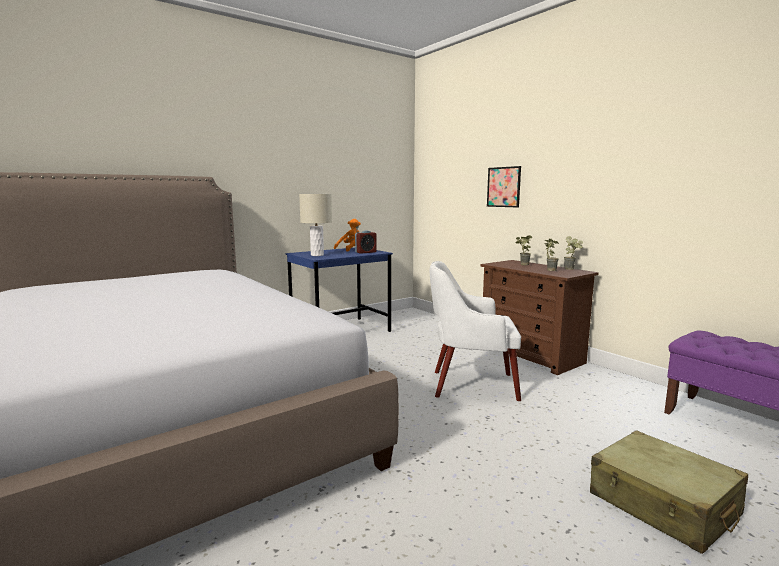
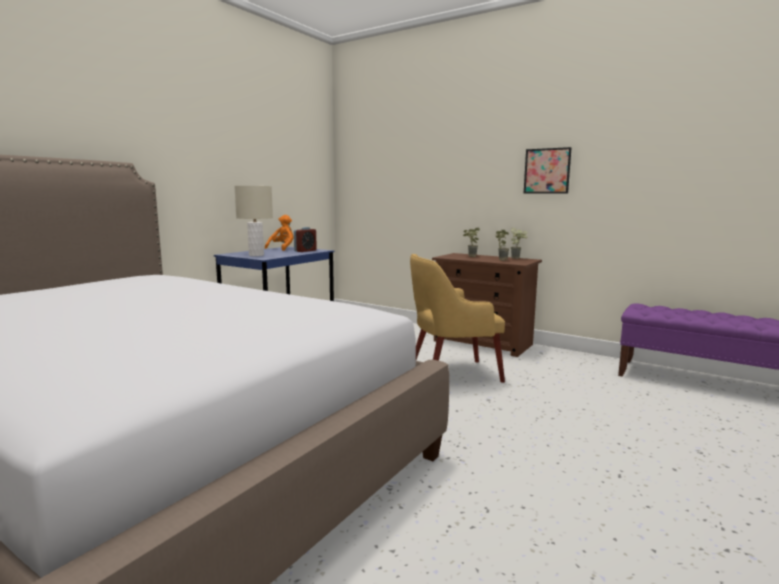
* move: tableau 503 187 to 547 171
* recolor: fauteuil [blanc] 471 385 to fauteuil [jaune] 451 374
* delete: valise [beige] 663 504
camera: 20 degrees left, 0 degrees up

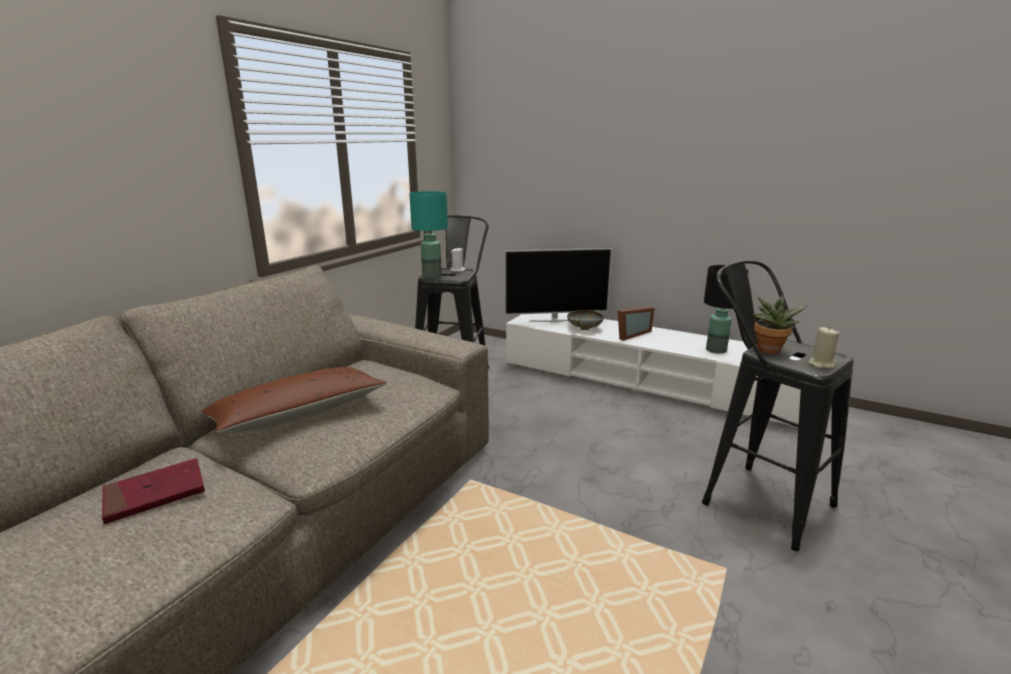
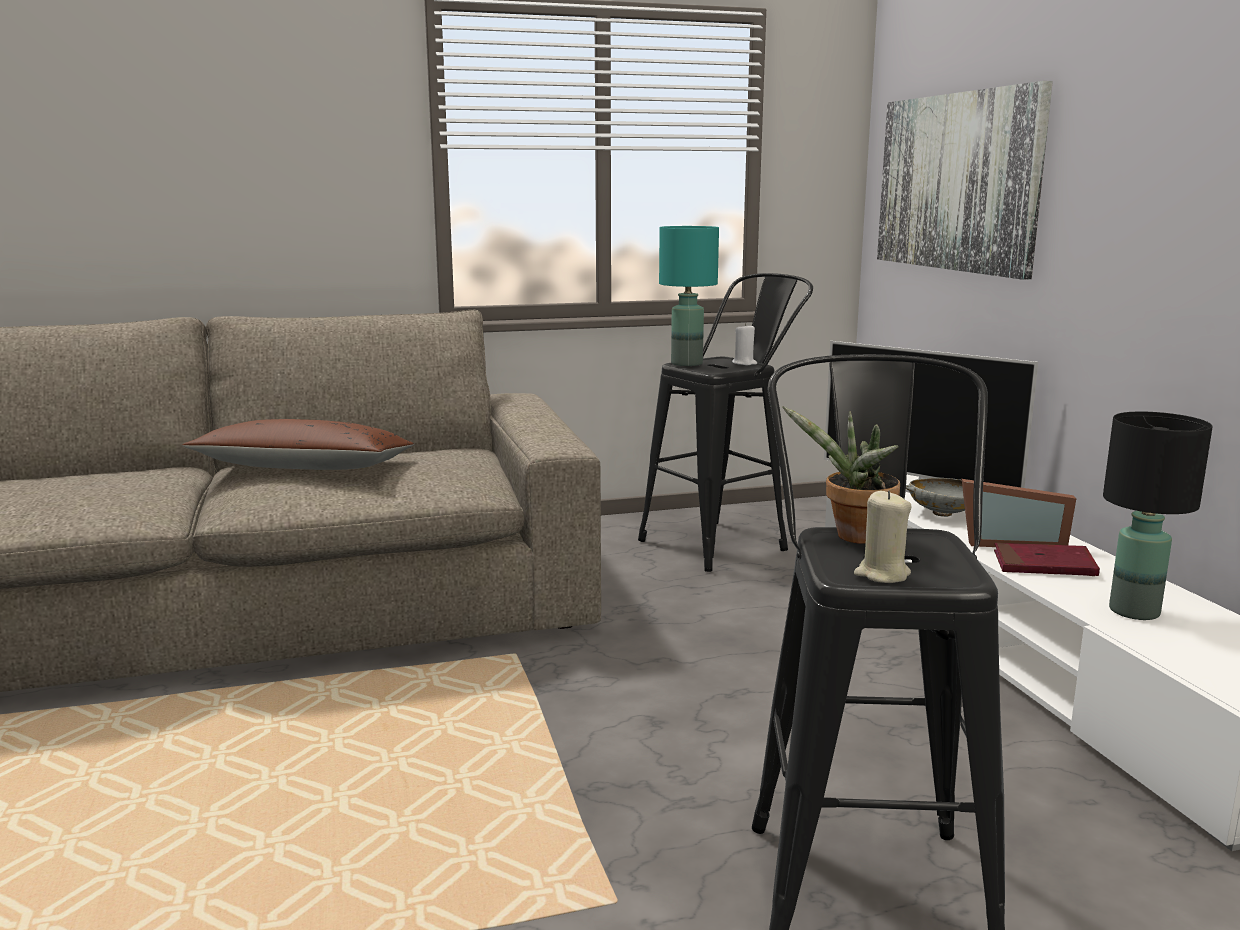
* move: livre [rouge] 155 494 to 1044 565
* insert: tableau 957 182
camera: 45 degrees right, 5 degrees down

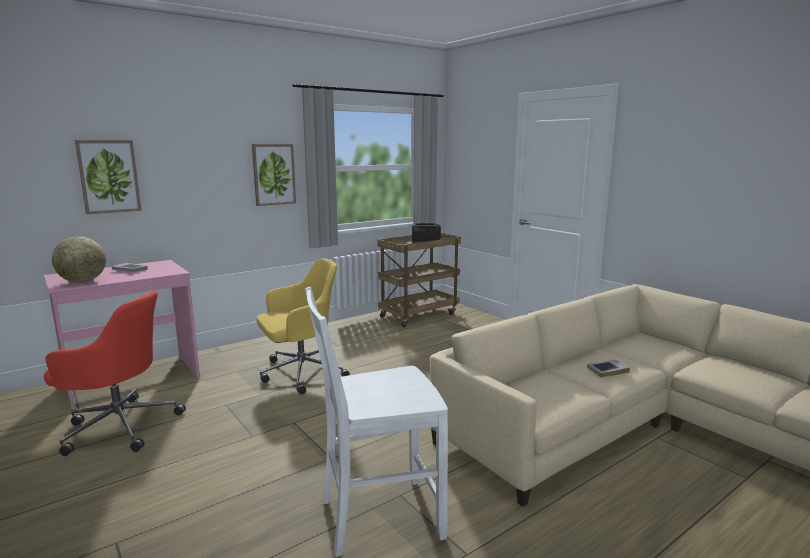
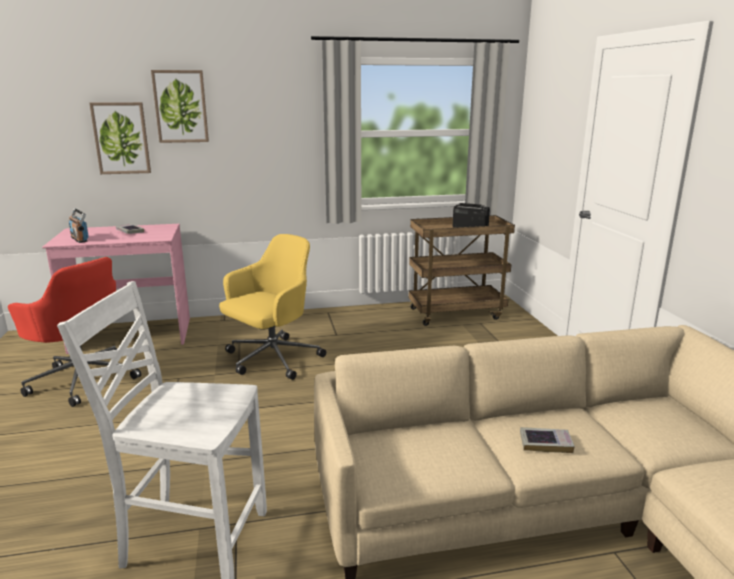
* move: tableau 274 174 to 180 106
* replace: globe 83 281 to radio 79 239
* rotate: chaise de bureau [jaune] 300 373 = 272 359 45 degrees counterclockwise
camera: 25 degrees right, 5 degrees up

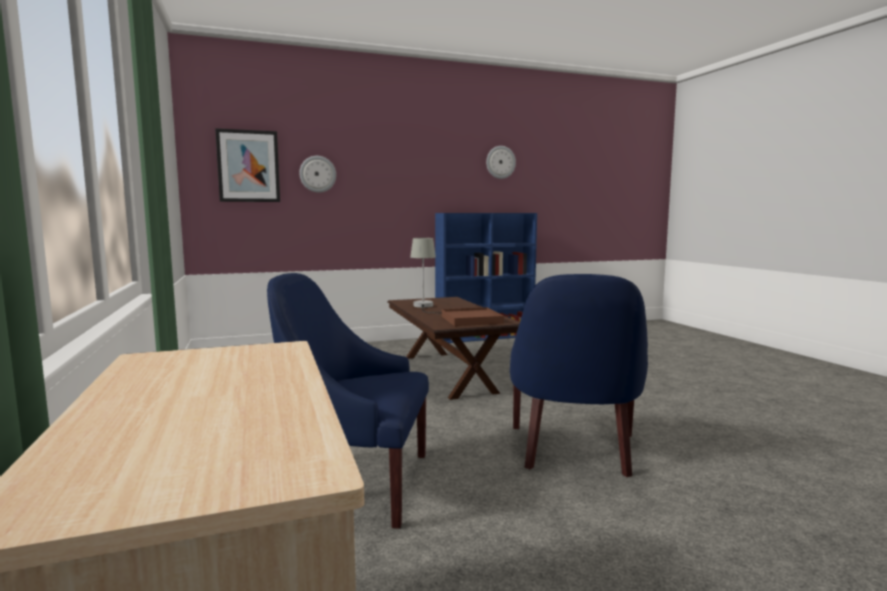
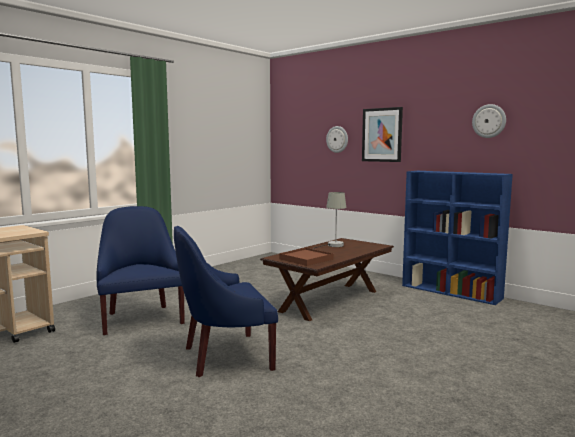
* move: tableau 248 166 to 382 135
camera: 60 degrees right, 0 degrees up

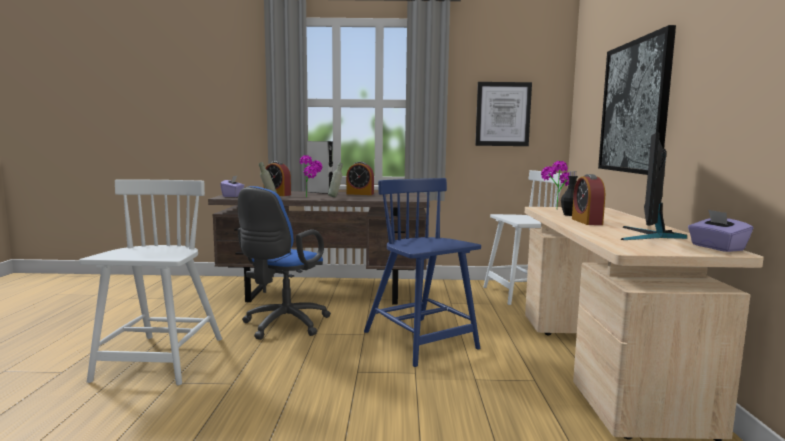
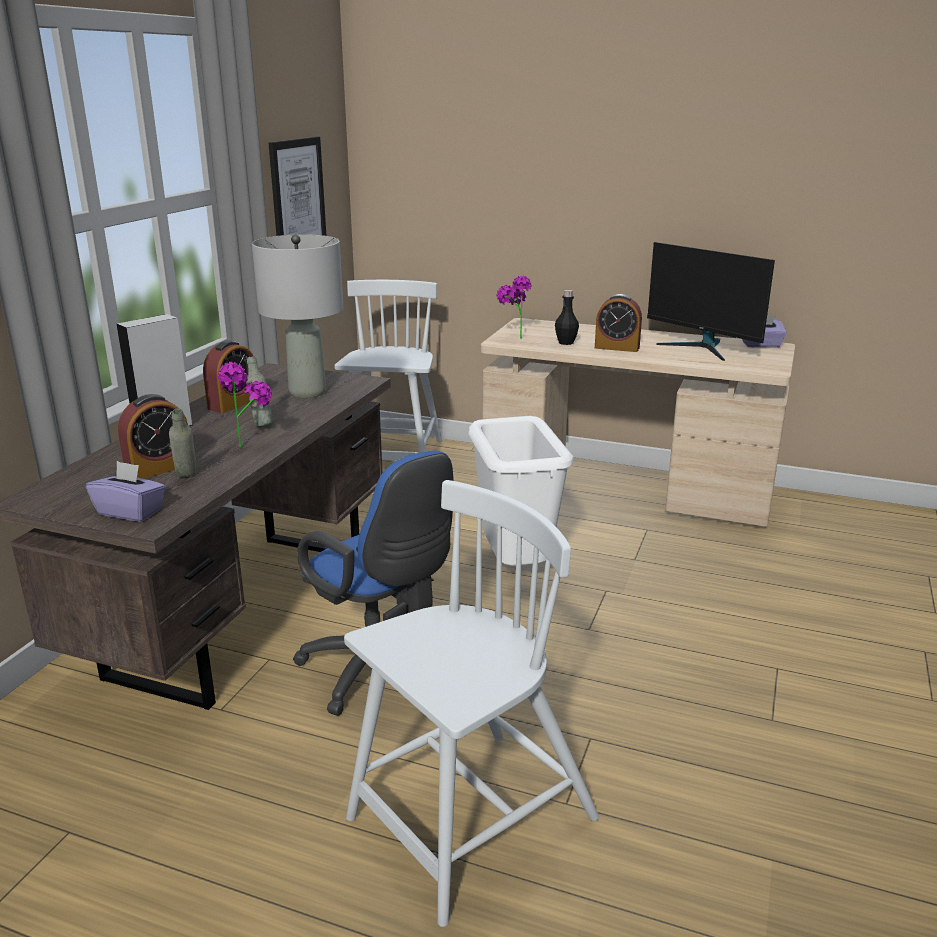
* delete: tableau 634 107
* replace: chaise [bleu] 421 341 to poubelle [blanc] 515 567
* rotate: chaise [blanc] 160 360 = 469 822 120 degrees clockwise
* insert: lampe de table [gris] 307 392
camera: 70 degrees left, 15 degrees up

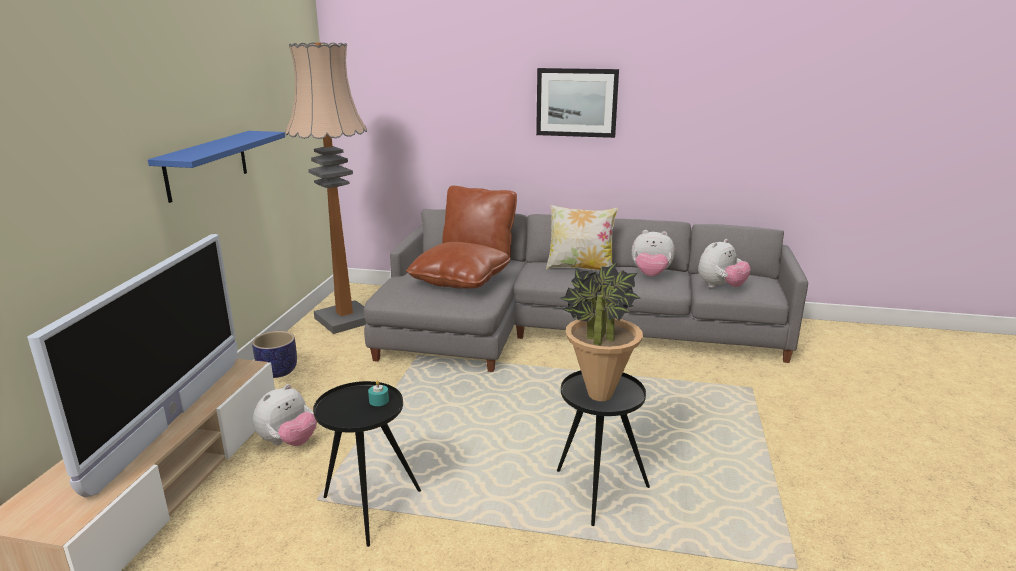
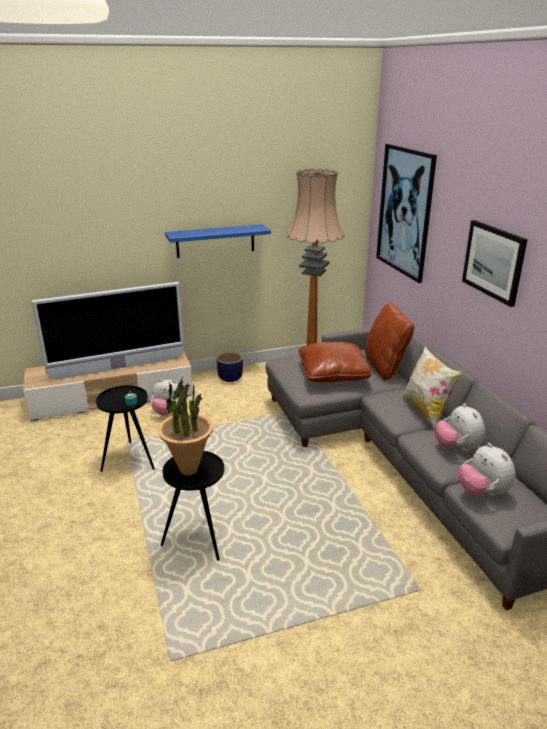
* rotate: peluche 720 287 = 482 492 45 degrees clockwise
* insert: tableau 404 211
camera: 60 degrees right, 5 degrees up

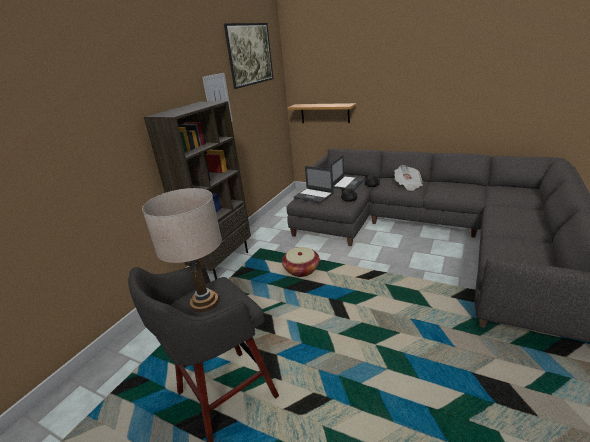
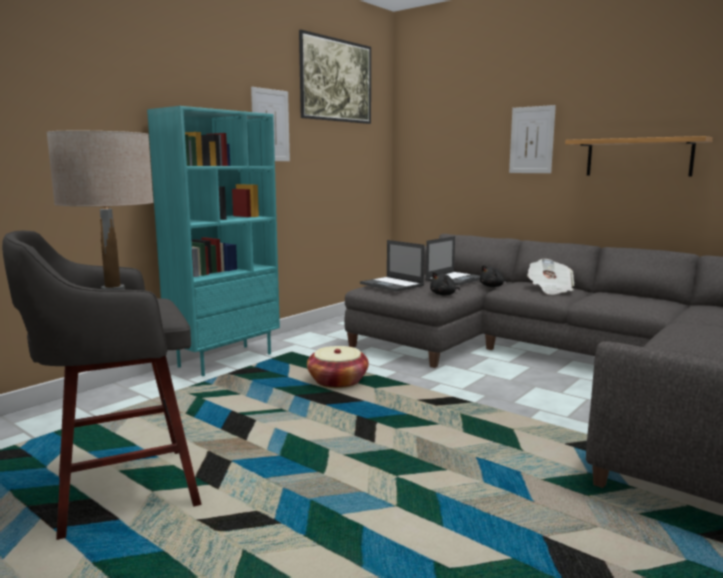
* recolor: bibliothèque [marron] 222 263 to bibliothèque [turquoise] 225 359
* move: étagère 324 113 to 638 157
* insert: tableau 531 140
camera: 10 degrees right, 15 degrees down

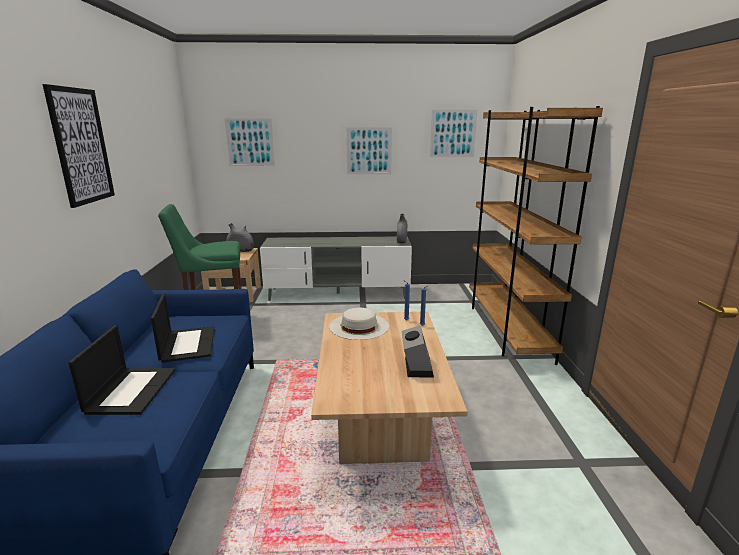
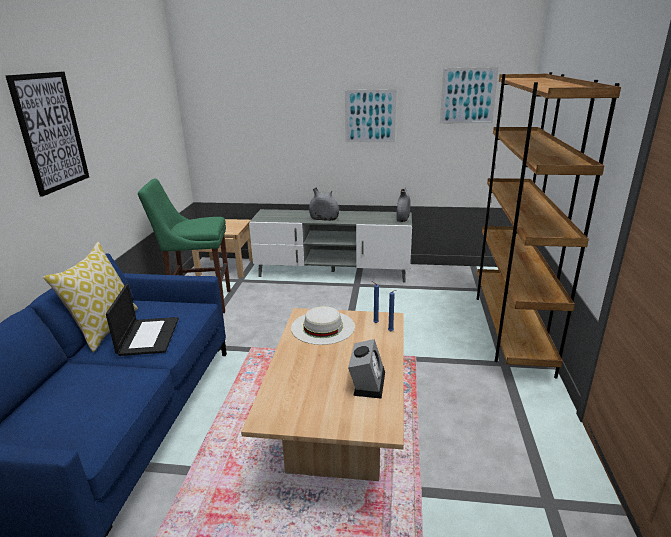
* delete: tableau 250 142
* move: vase [gris] 240 251 to 324 219
* delete: ordinateur portable 131 390
* insert: coussin 105 328
camera: 10 degrees right, 5 degrees up

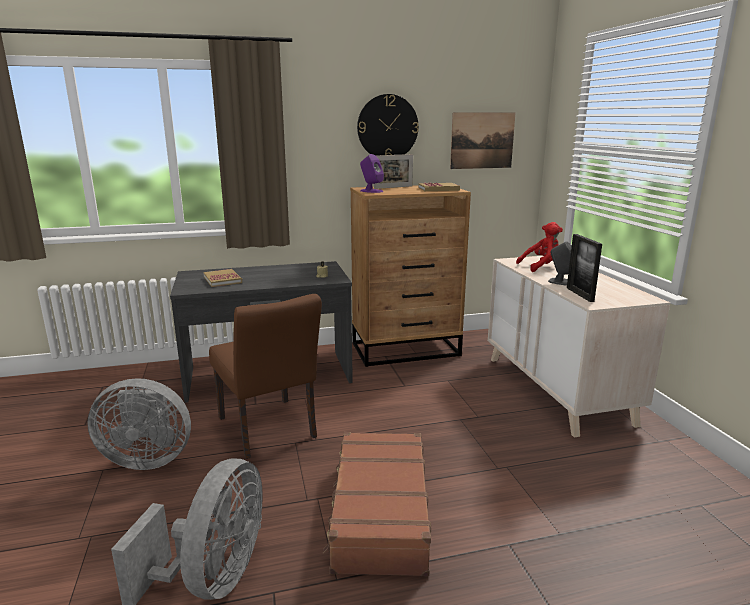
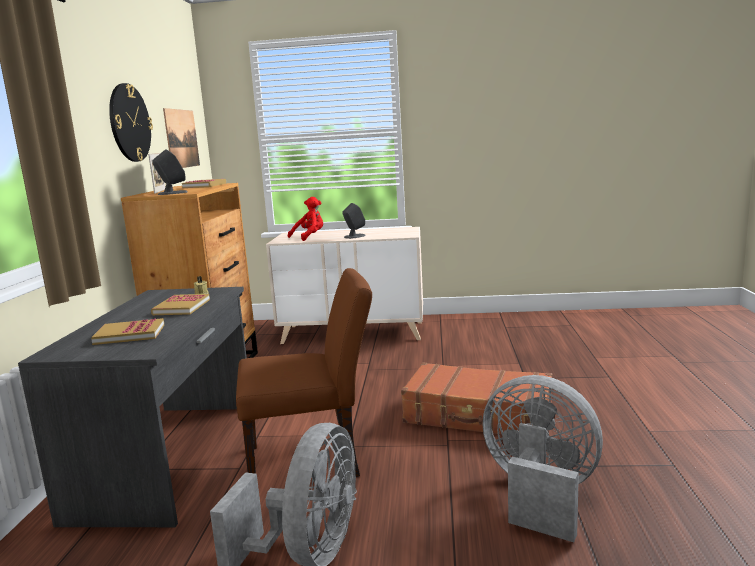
* recolor: enceinte [violet] 371 191 to enceinte [gris] 172 193
* rotate: peluche [rouge] 541 266 = 309 237 45 degrees clockwise
* delete: cadre photo 579 294
* insert: livre 181 307
camera: 70 degrees left, 5 degrees down

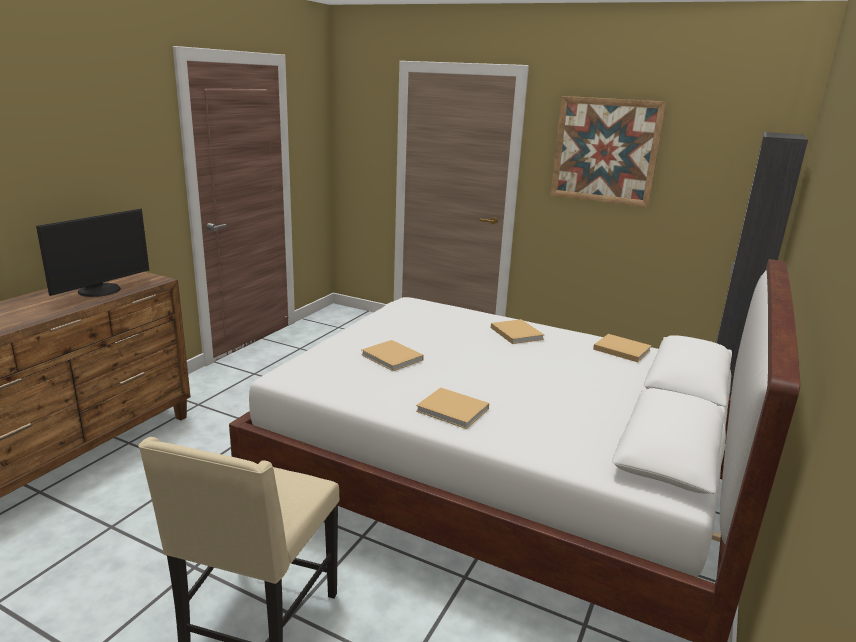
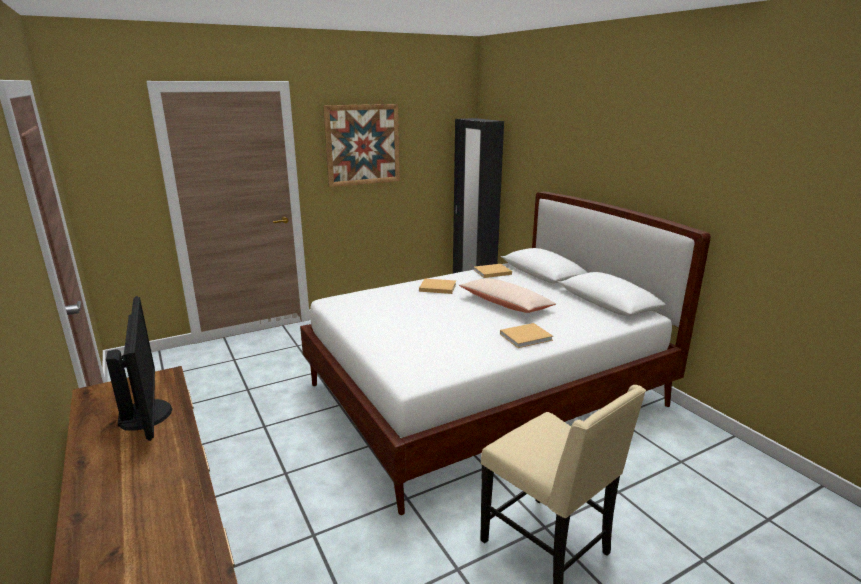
* delete: livre [beige] 393 358
* insert: coussin [beige] 505 304
camera: 55 degrees left, 0 degrees up

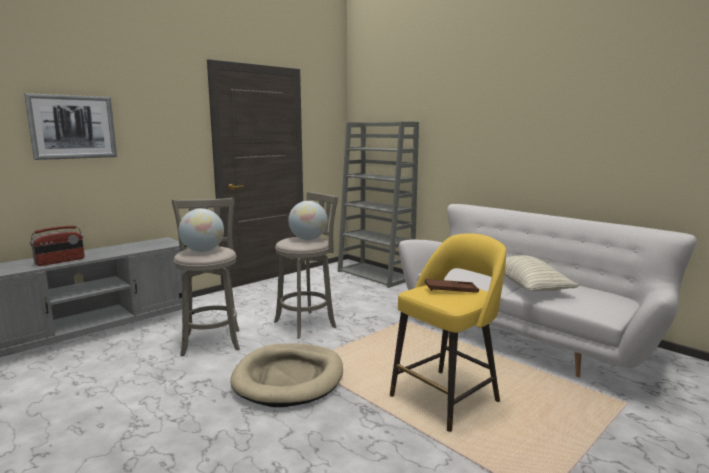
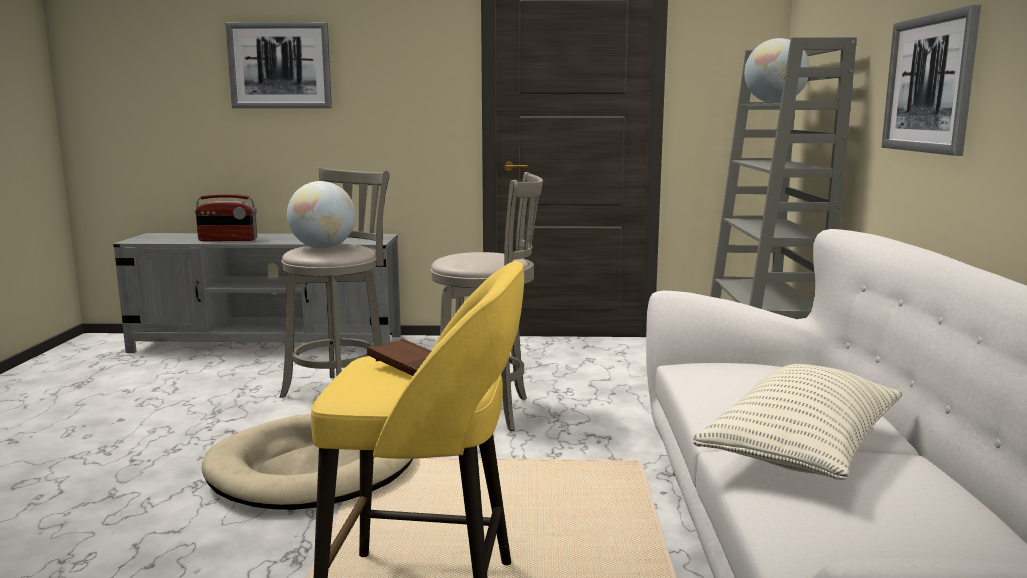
* move: globe 308 239 to 774 103
* insert: tableau 929 84
camera: 45 degrees right, 0 degrees up

